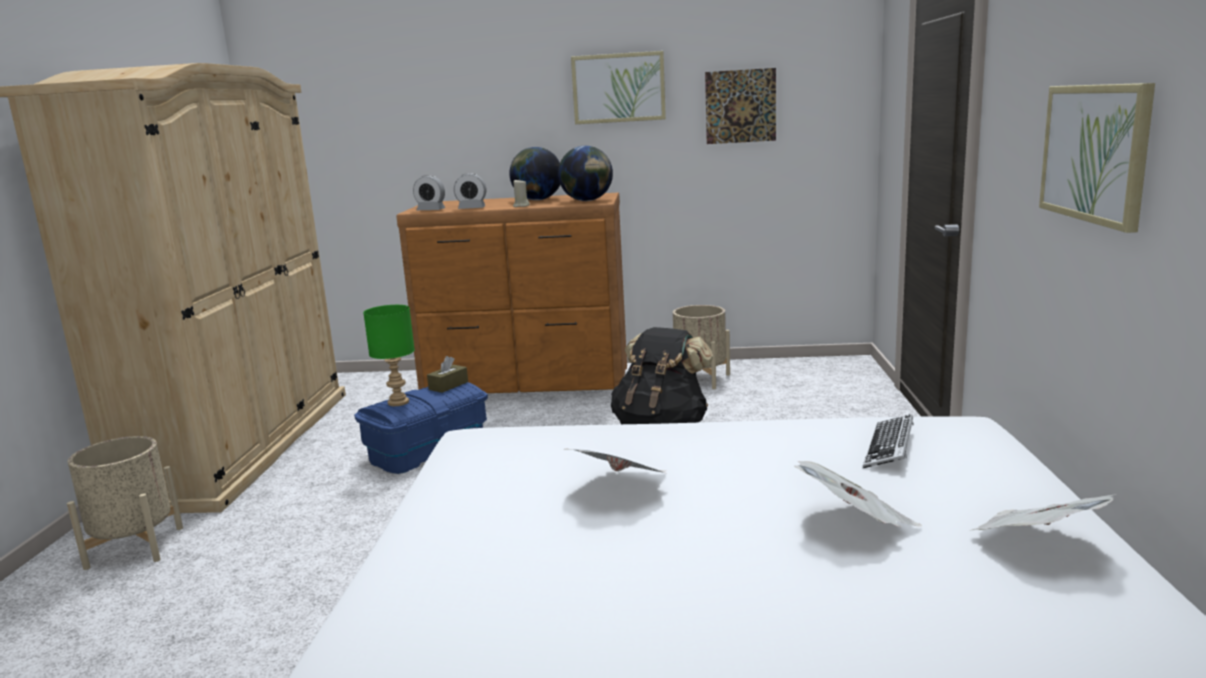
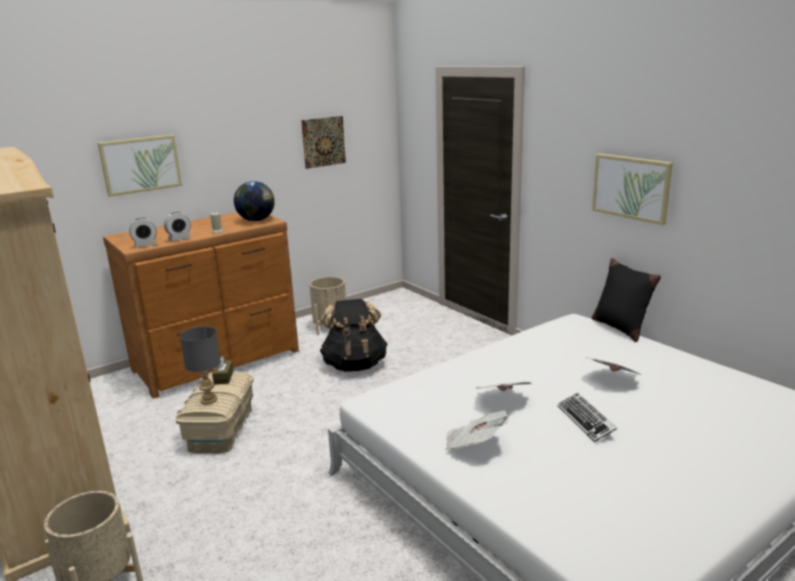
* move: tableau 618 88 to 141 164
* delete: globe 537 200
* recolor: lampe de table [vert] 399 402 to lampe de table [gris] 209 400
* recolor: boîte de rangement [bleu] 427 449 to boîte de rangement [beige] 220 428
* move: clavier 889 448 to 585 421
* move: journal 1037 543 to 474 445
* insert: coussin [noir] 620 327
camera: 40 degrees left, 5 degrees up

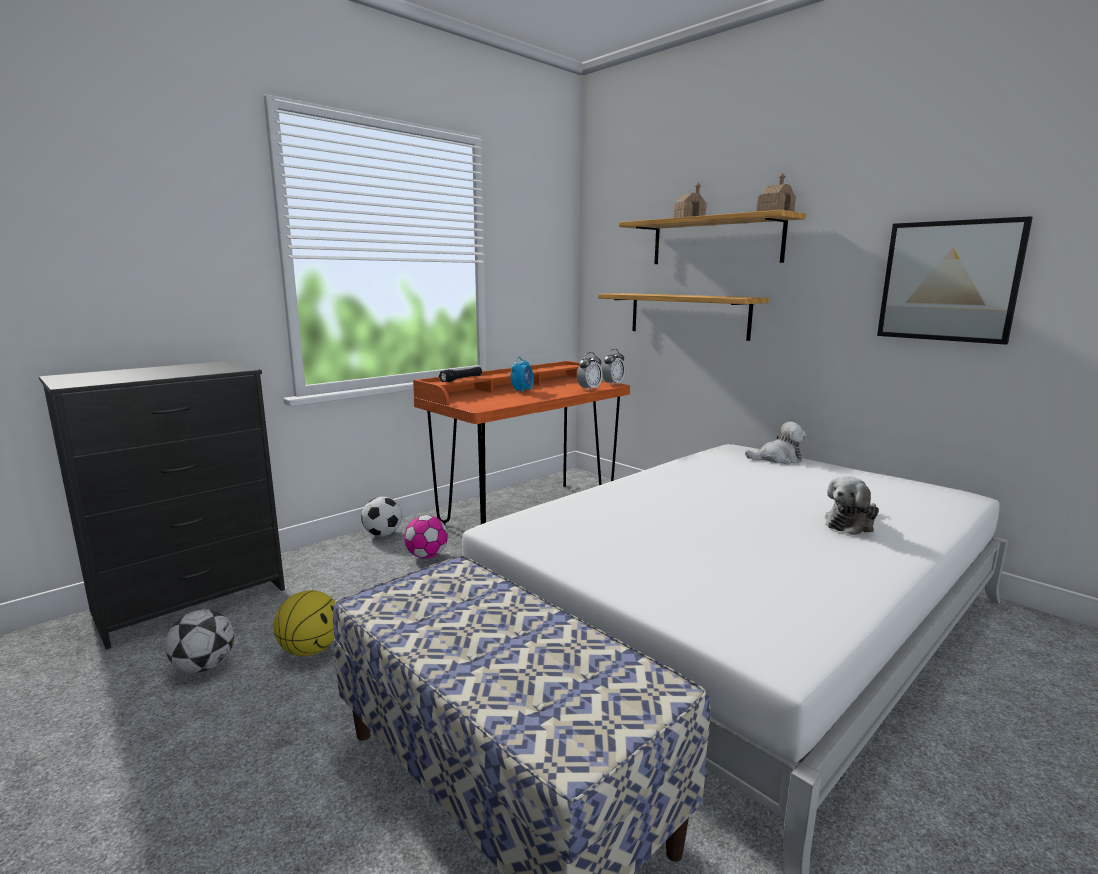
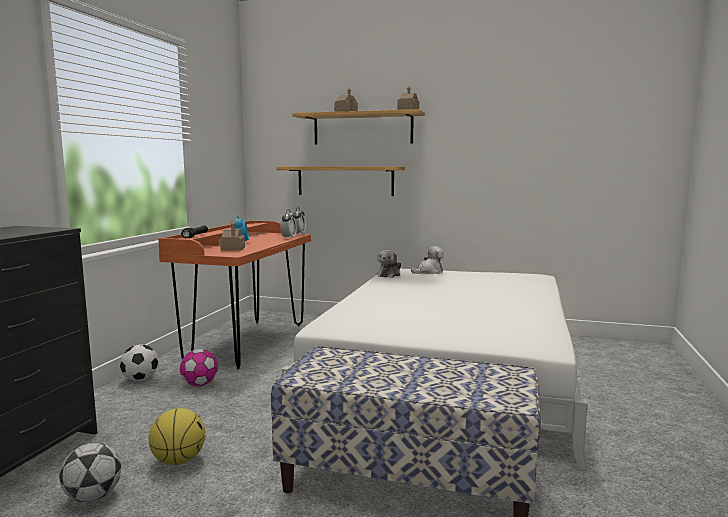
* delete: tableau 949 281
* move: peluche 851 523 to 389 274
* insert: maison miniature 233 249
camera: 30 degrees left, 5 degrees down

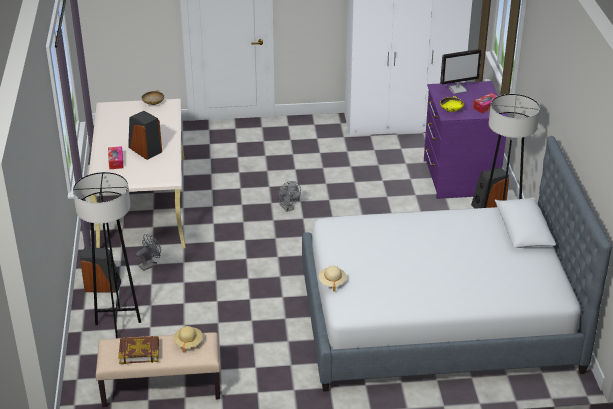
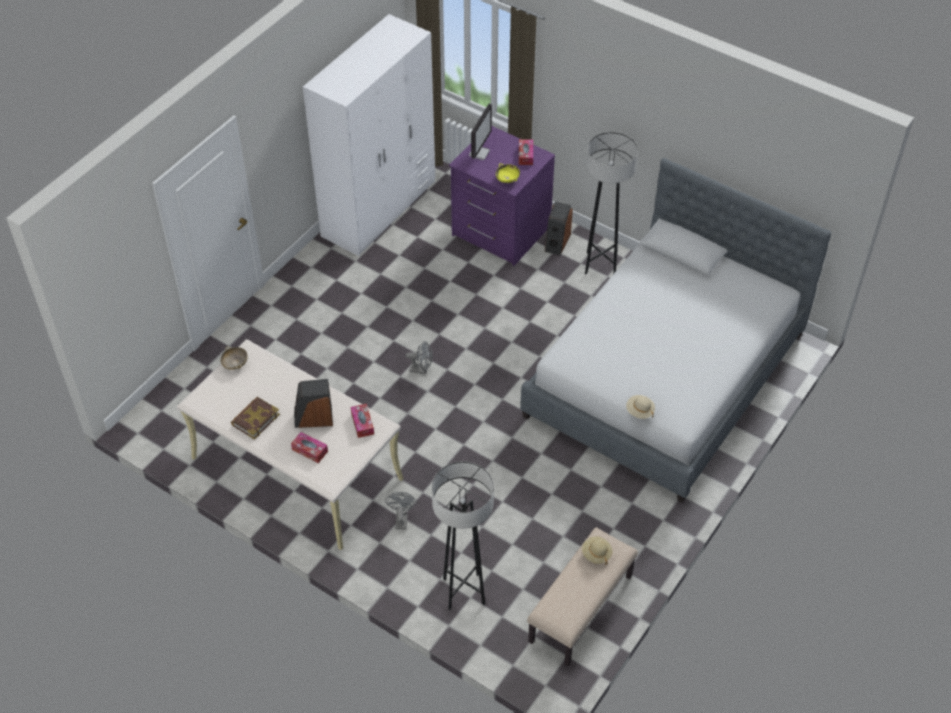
* delete: enceinte 102 286
* move: livre 139 352 to 255 419
* insert: boîte à mouchoirs 362 423
camera: 50 degrees left, 15 degrees up

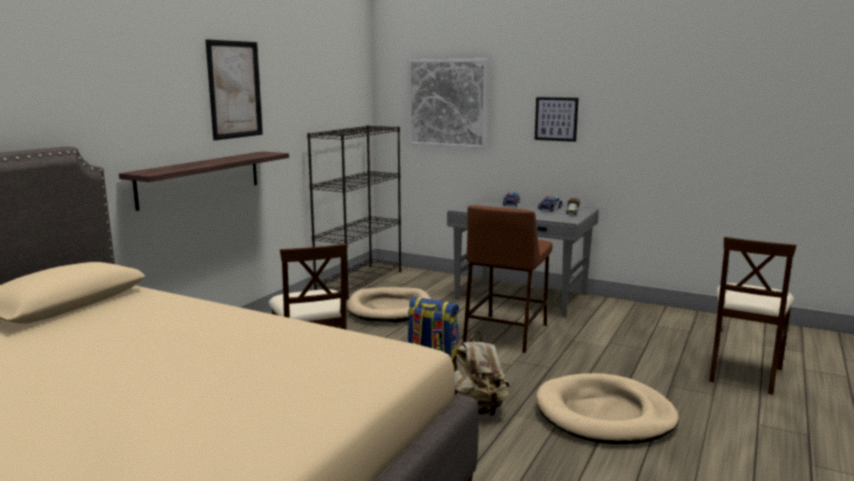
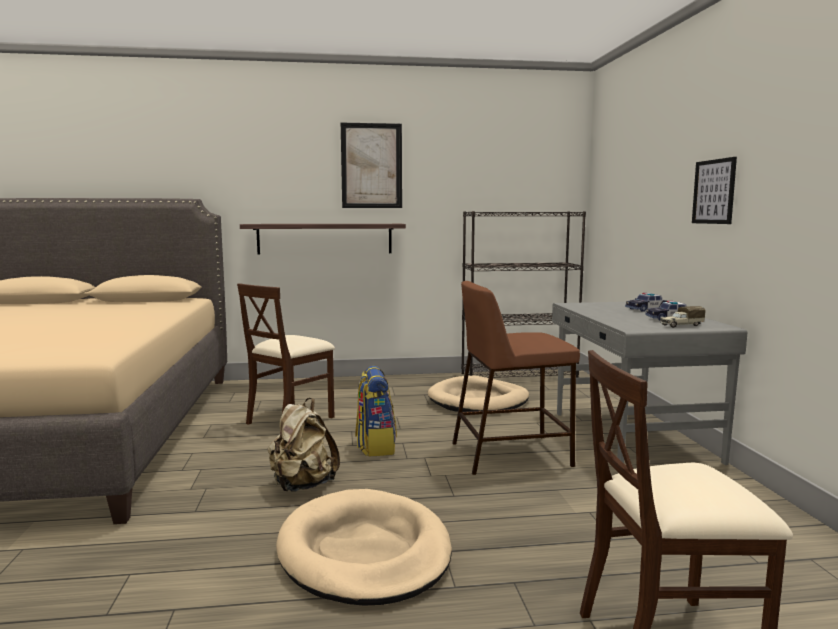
* delete: tableau 447 103
camera: 55 degrees right, 5 degrees down

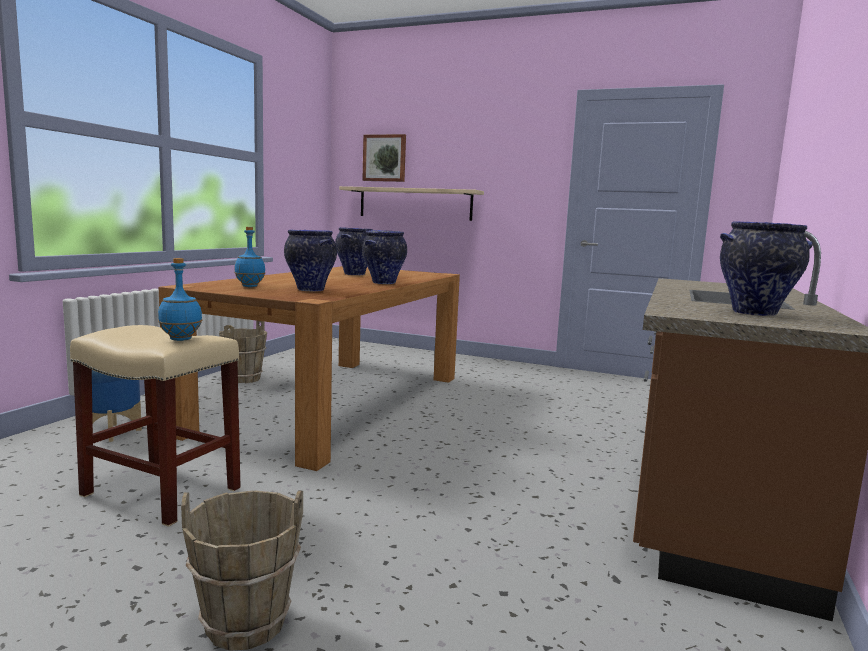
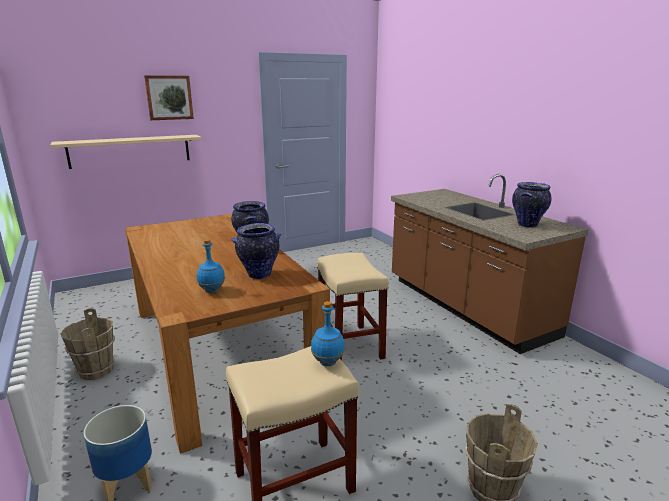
* move: tableau 384 158 to 169 97
* delete: vase 354 274
* insert: tabouret [beige] 350 345
camera: 50 degrees left, 10 degrees up

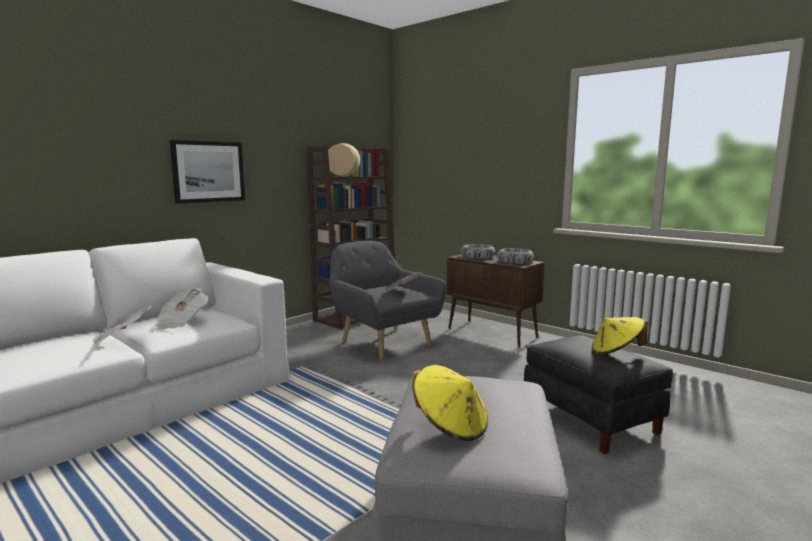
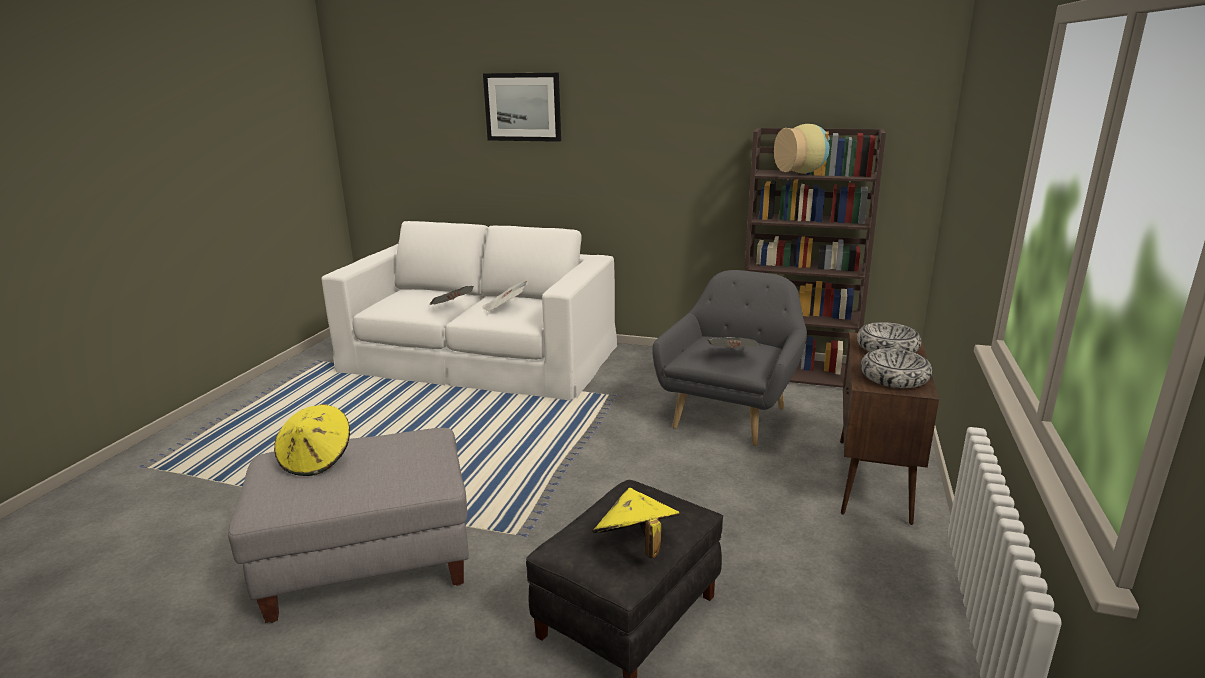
* move: tableau 208 171 to 523 107
camera: 65 degrees right, 10 degrees up

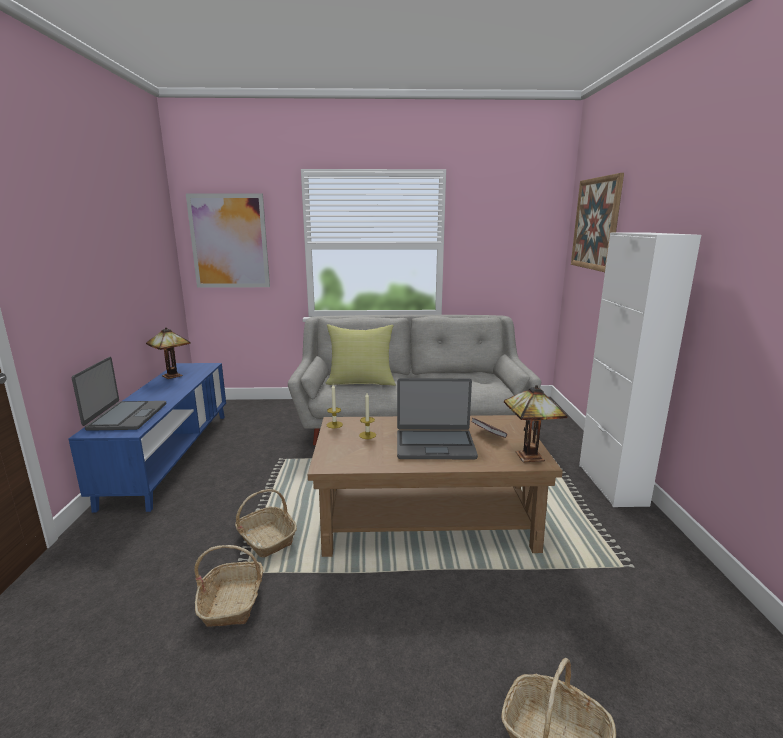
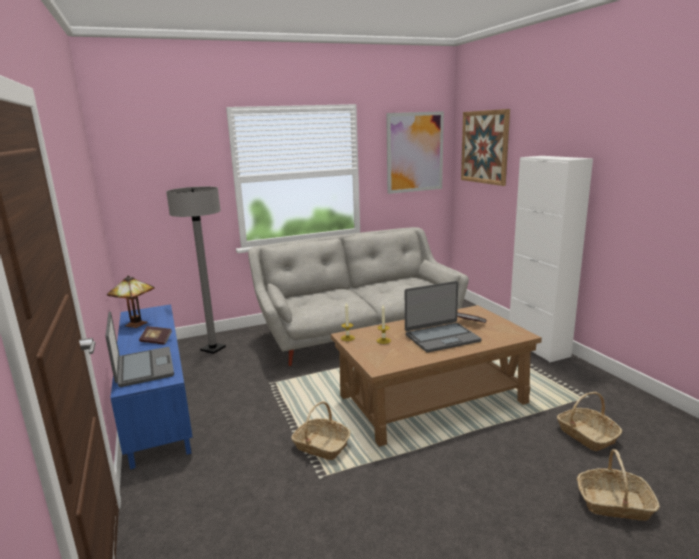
* move: tableau 229 241 to 414 152
* delete: coussin [jaune] 361 382
* delete: lampe de table 527 455
* move: panier 232 601 to 586 435
* insert: lampadaire [gris] 213 349
* insert: livre 156 341
camera: 20 degrees left, 0 degrees up

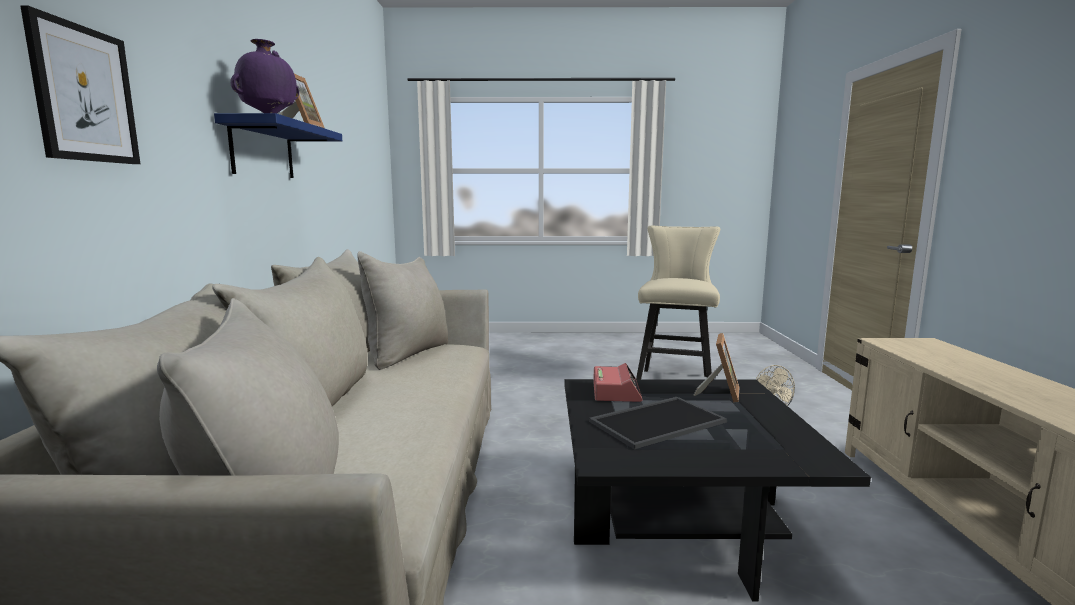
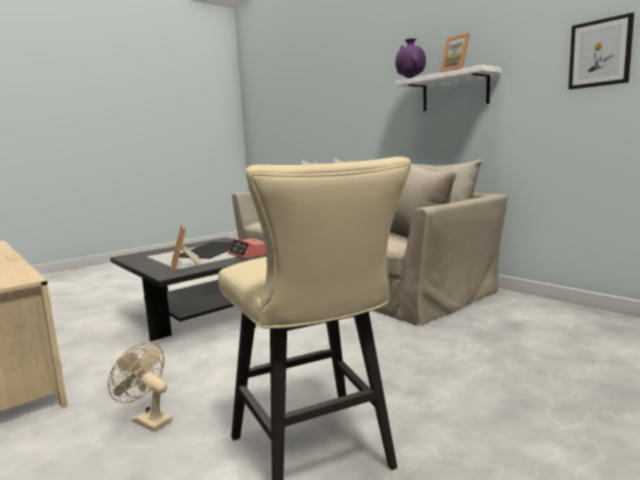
* move: tableau 84 94 to 600 53
* recolor: étagère [bleu] 262 150 to étagère [blanc] 454 91
camera: 140 degrees right, 0 degrees up

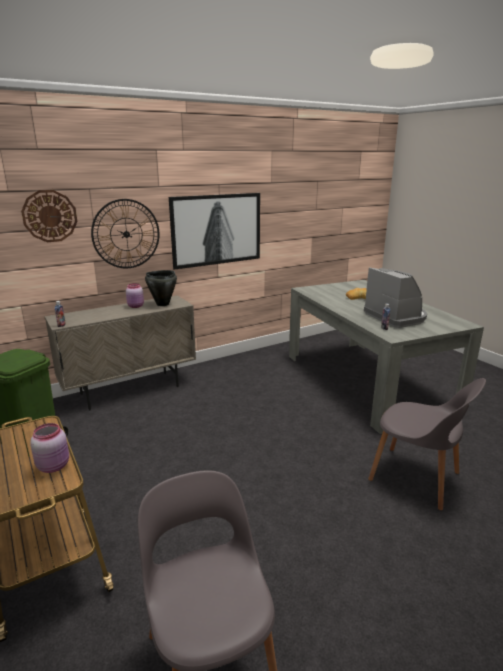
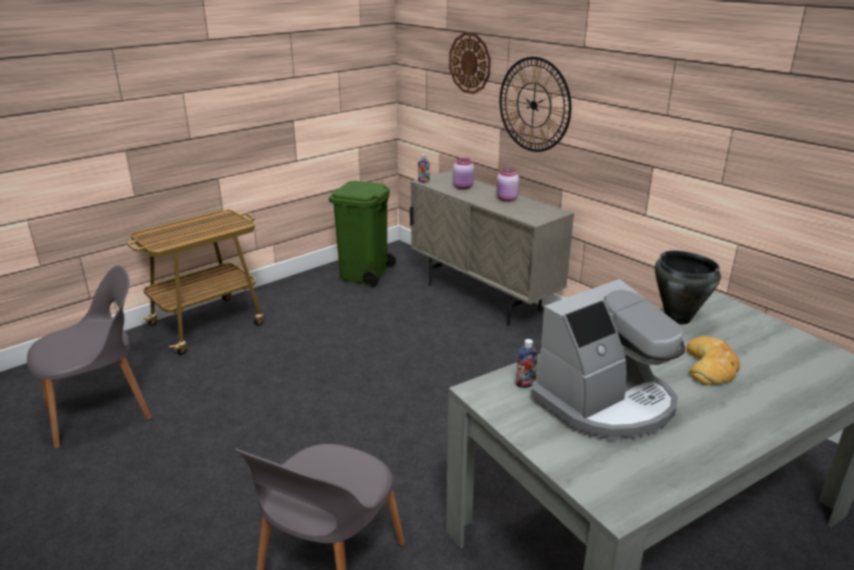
* delete: tableau 217 229
* move: marmite [noir] 162 304 to 677 318
* move: bocal [rose] 54 465 to 463 187
camera: 80 degrees right, 5 degrees up

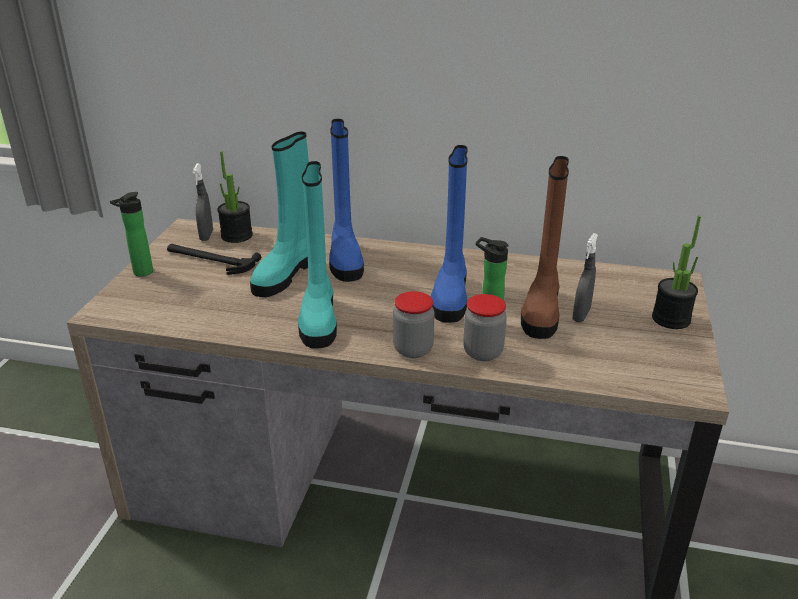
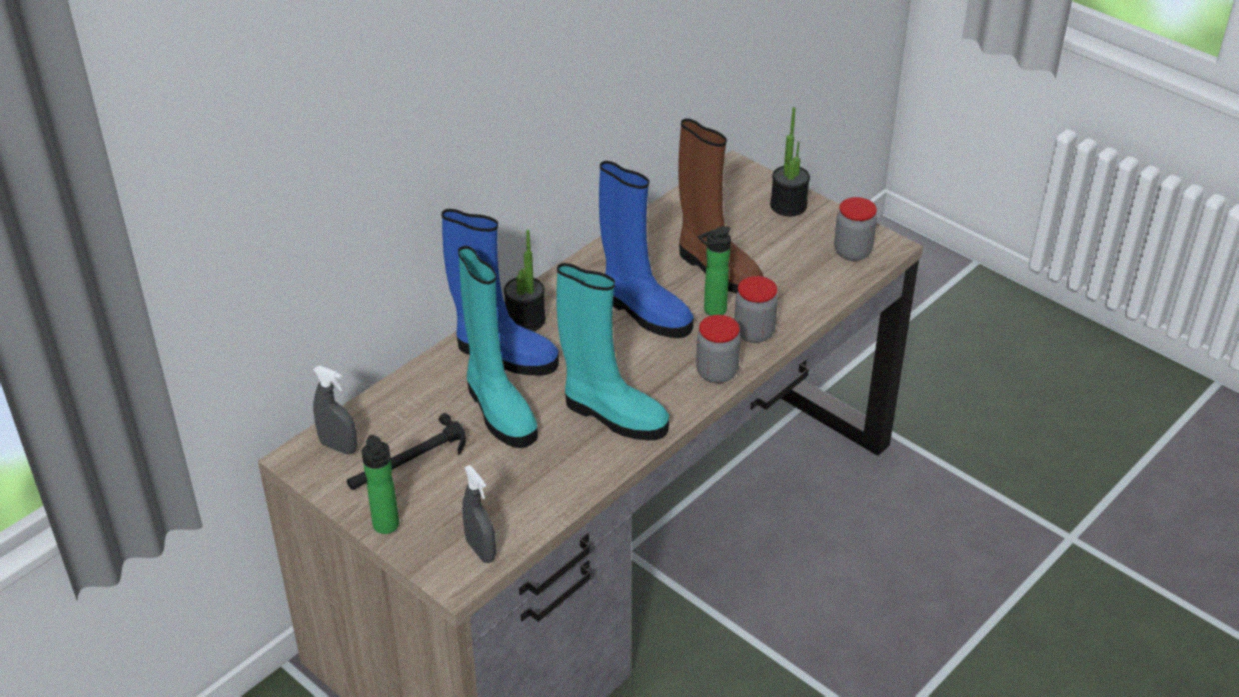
* move: plante en pot 237 236 to 525 320
* move: vaporisateur [gris] 581 315 to 481 550
* insert: bocal 852 252
camera: 60 degrees left, 10 degrees up

